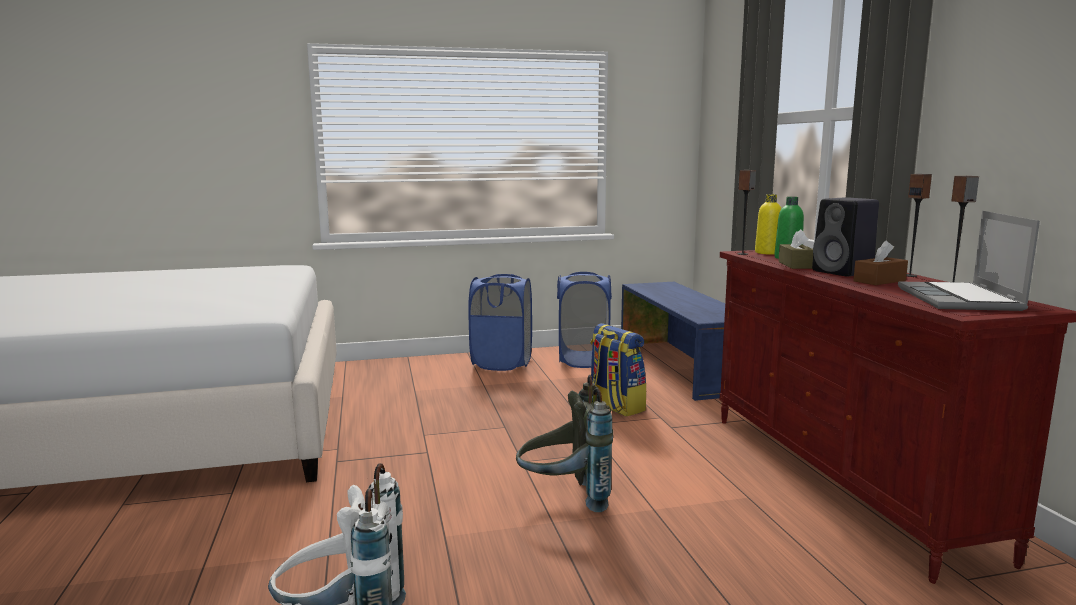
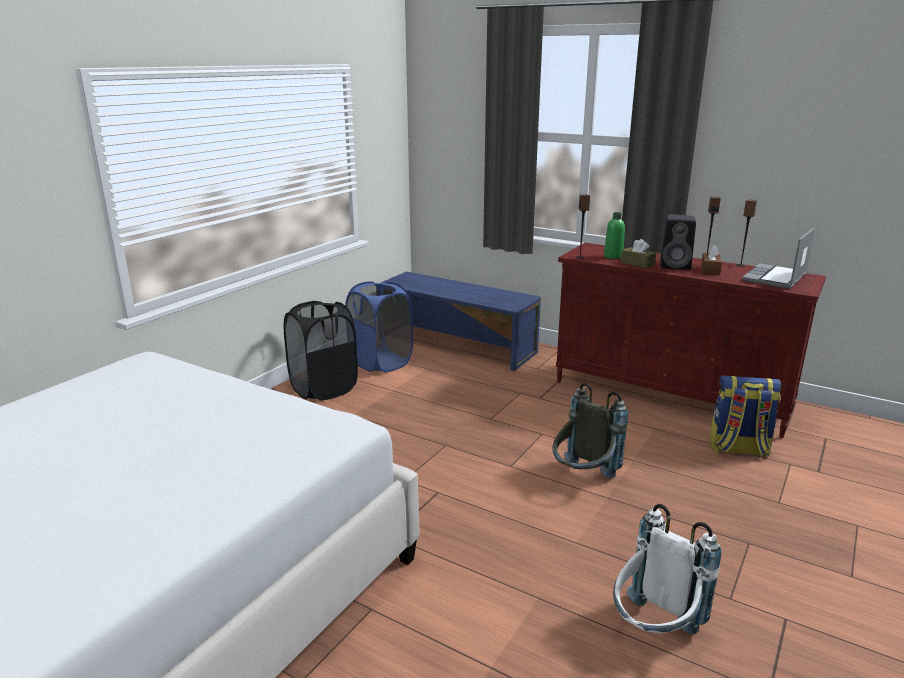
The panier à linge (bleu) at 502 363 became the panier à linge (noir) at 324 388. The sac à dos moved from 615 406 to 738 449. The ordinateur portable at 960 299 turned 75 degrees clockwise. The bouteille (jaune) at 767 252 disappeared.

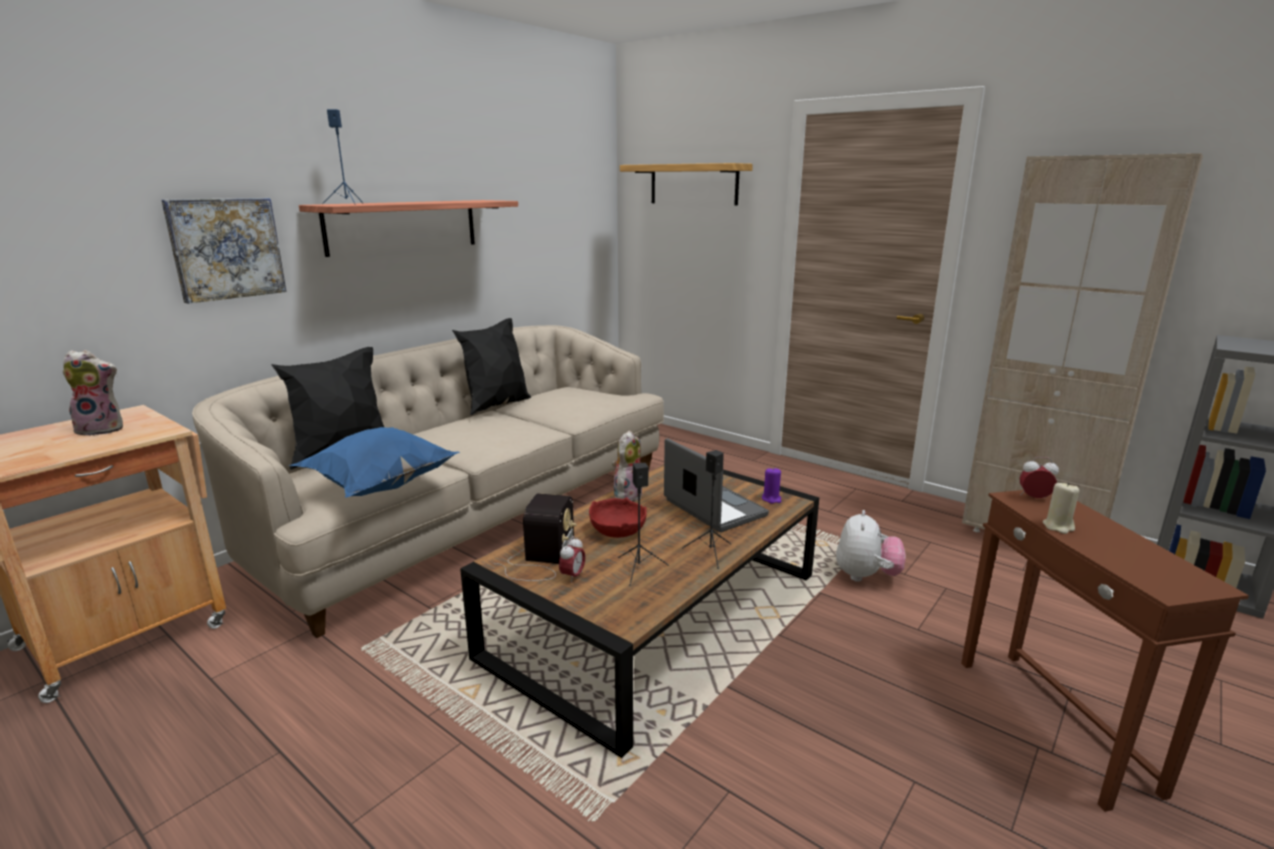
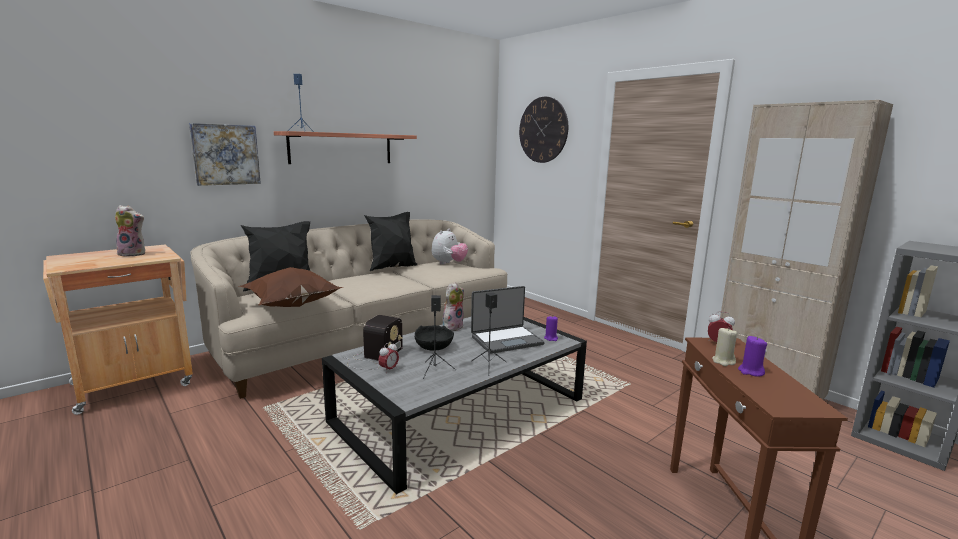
The coussin (bleu) at 379 487 became the coussin (marron) at 291 306. The table basse (marron) at 656 613 became the table basse (gris) at 461 409. The bol (rouge) at 618 531 became the bol (noir) at 433 347. The peluche moved from 866 576 to 449 263. The ordinateur portable at 713 508 turned 90 degrees clockwise. The étagère at 693 184 was replaced by the horloge murale at 543 130. The bougie (violet) at 750 372 appeared.

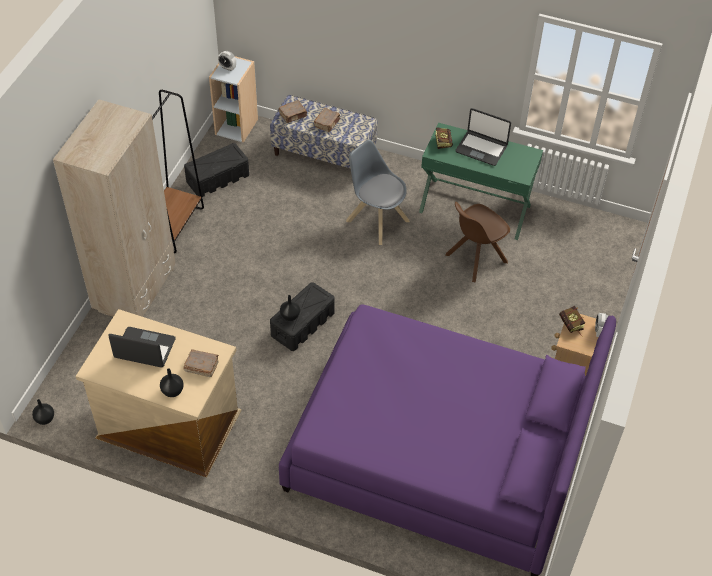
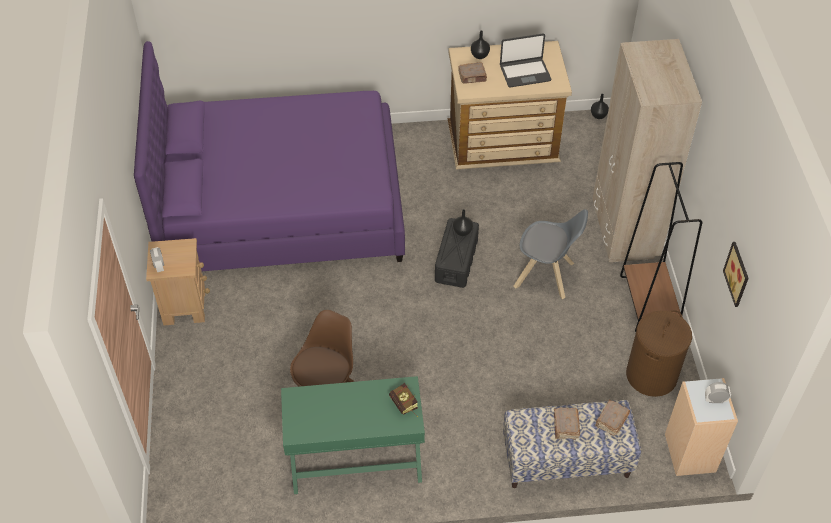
The chaise (gris) moved from 376 220 to 546 275. The boîte de rangement (noir) at 218 178 was replaced by the panier à linge (marron) at 651 375. The tableau at 738 274 appeared. The ordinateur portable at 481 148 disappeared. The livre at 572 327 disappeared.

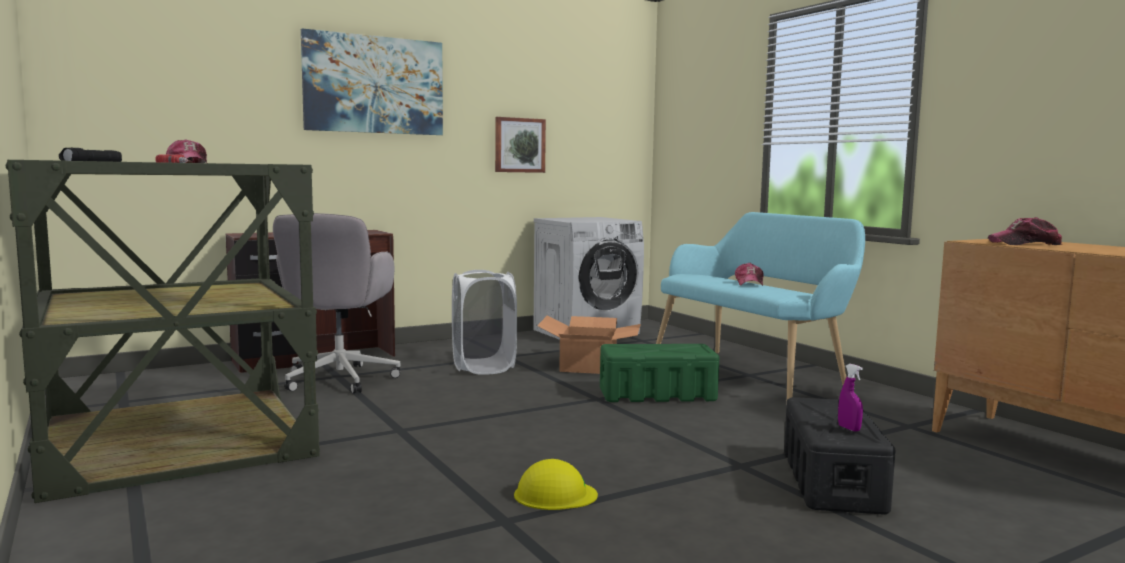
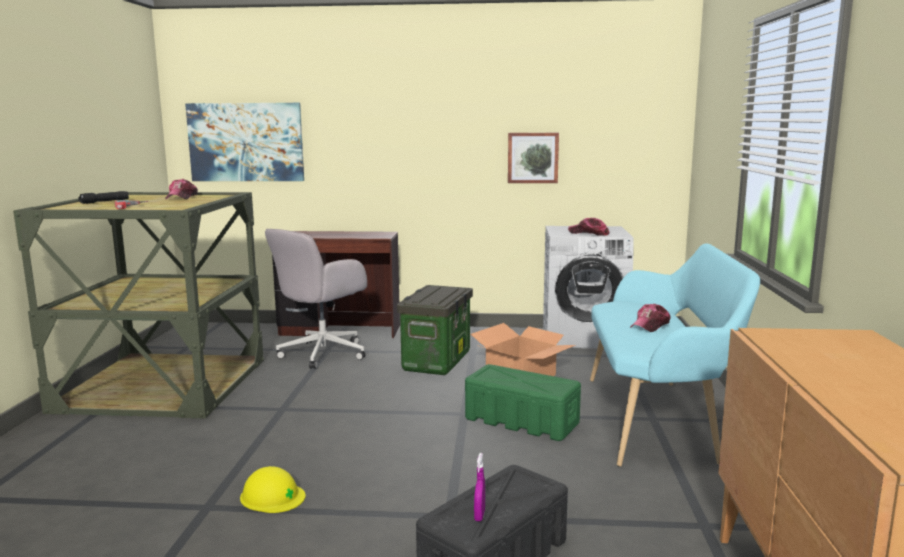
The tableau moved from 374 85 to 246 142. The panier à linge (blanc) at 483 367 was replaced by the boîte de rangement at 436 361. The casquette moved from 1025 244 to 589 233.

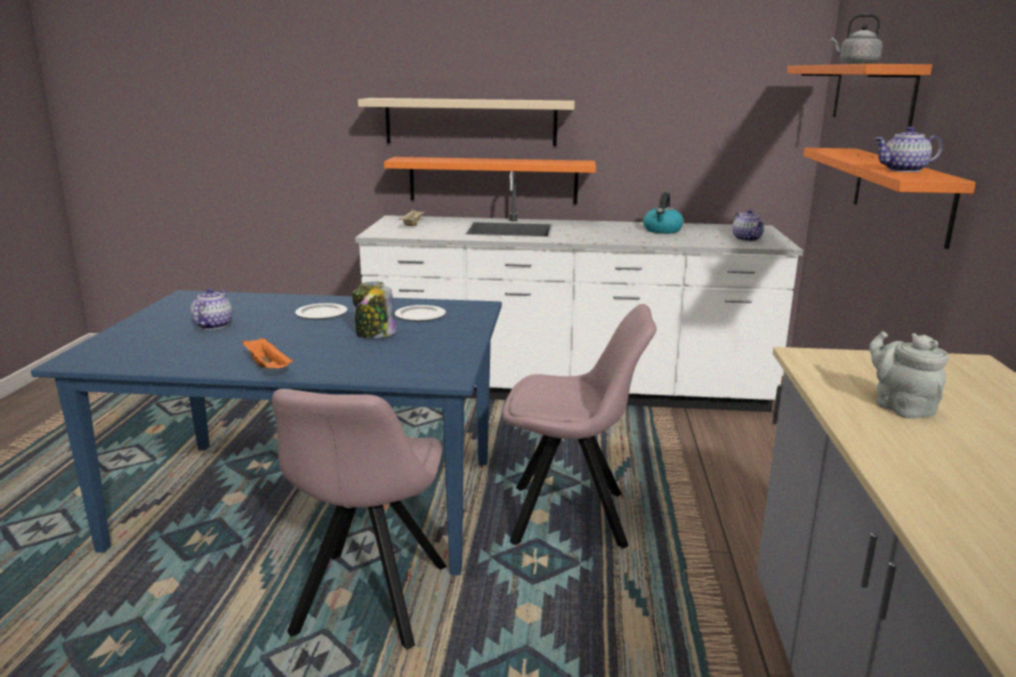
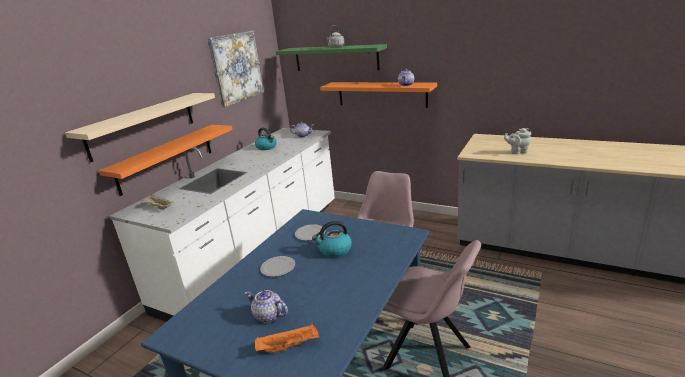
The tableau at 236 67 appeared. The plateau (orange) moved from 268 368 to 289 346. The étagère (orange) at 871 94 became the étagère (vert) at 335 58. The bocal at 375 335 was replaced by the bouilloire at 334 250.

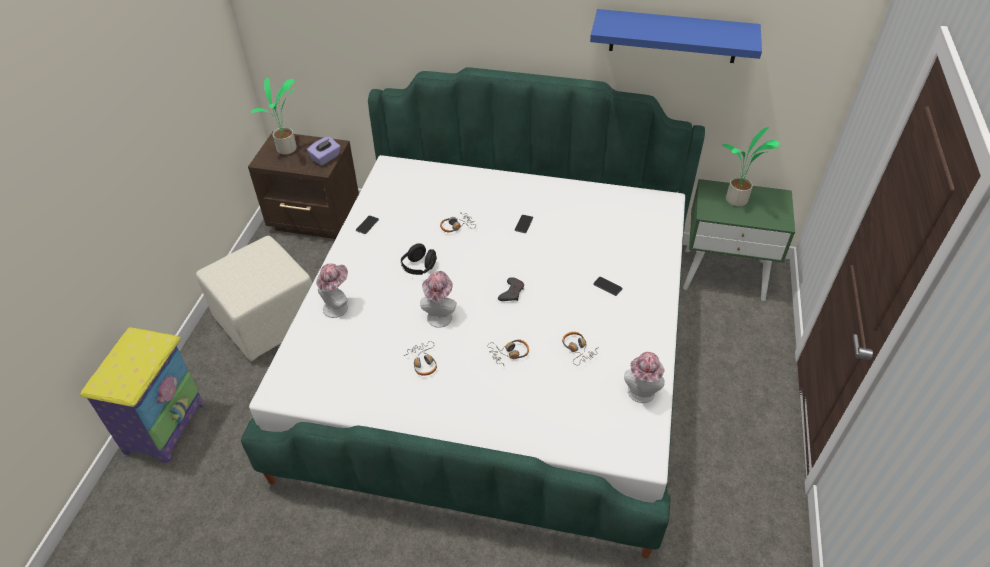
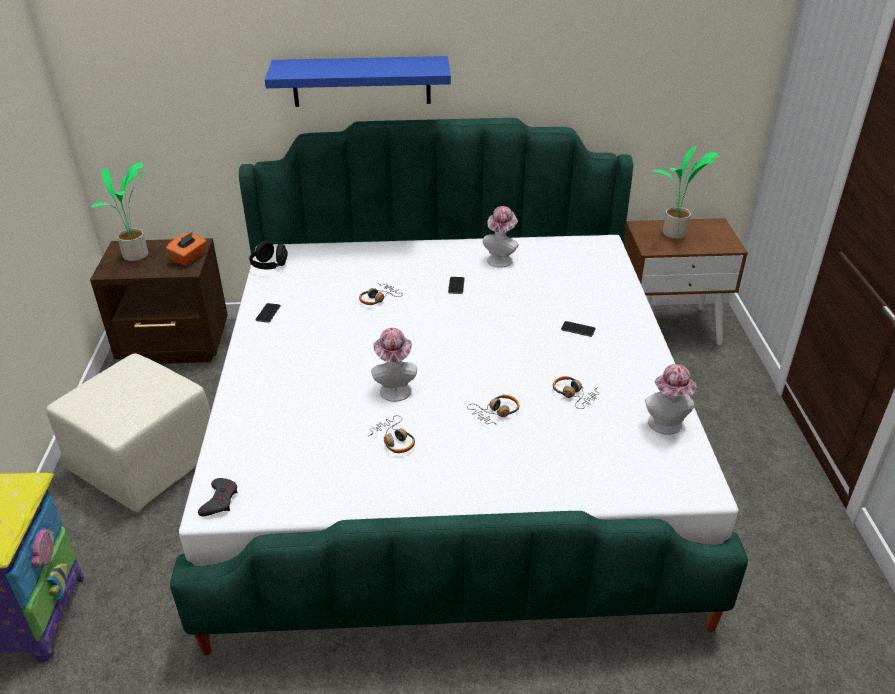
The boîte à mouchoirs (violet) at 326 158 became the boîte à mouchoirs (orange) at 189 258. The manette (gris) moved from 511 292 to 220 500. The casque audio (noir) moved from 419 267 to 270 266. The étagère (bleu) moved from 674 36 to 361 81. The chapeau moved from 338 306 to 501 259. The table de chevet (vert) at 724 274 became the table de chevet (marron) at 669 326.

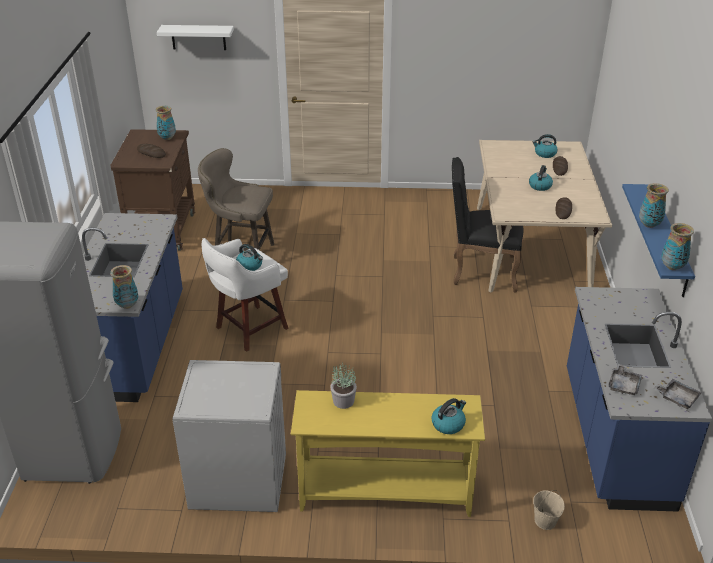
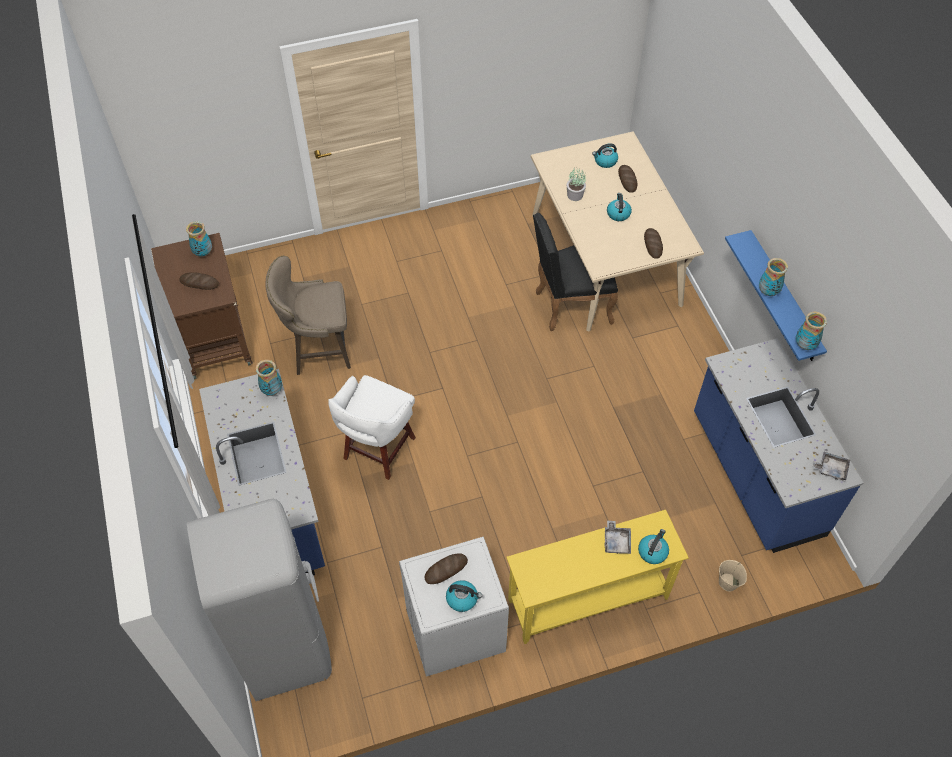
The vase moved from 127 305 to 272 390. The pain at 446 570 appeared. The bouilloire moved from 250 266 to 462 598. The plante en pot moved from 343 401 to 575 195. The plateau (gris) moved from 623 385 to 616 541. The étagère (blanc) at 198 37 disappeared.

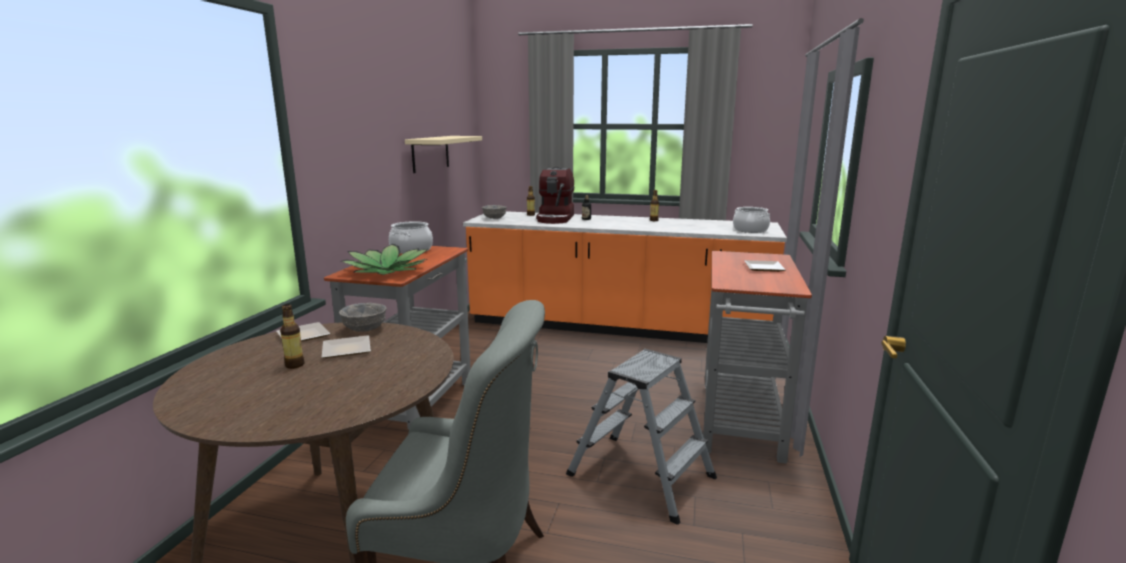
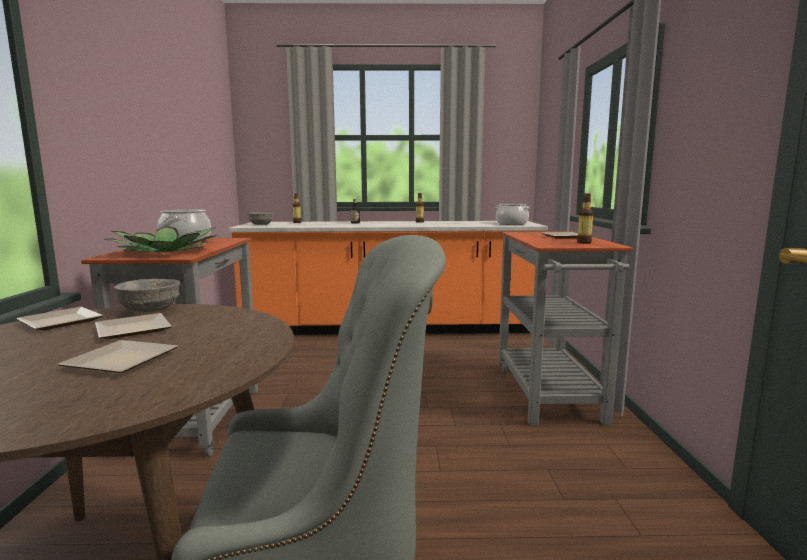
The assiette at 126 360 appeared. The bouteille moved from 295 365 to 584 243. The étagère (beige) at 430 153 disappeared. The machine à café at 556 218 disappeared. The escabeau (gris) at 641 476 disappeared.

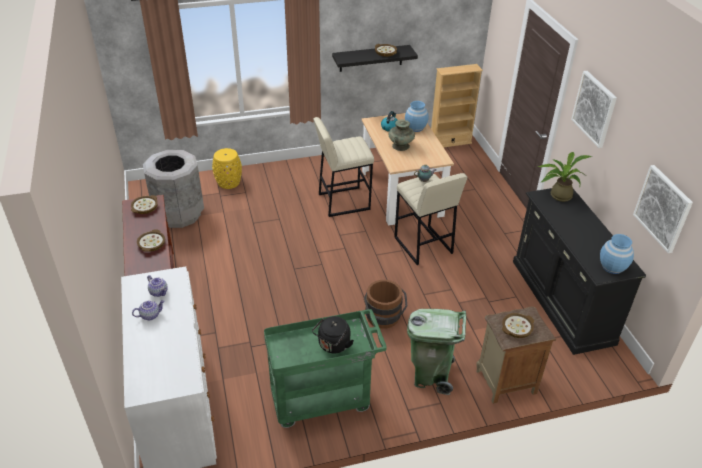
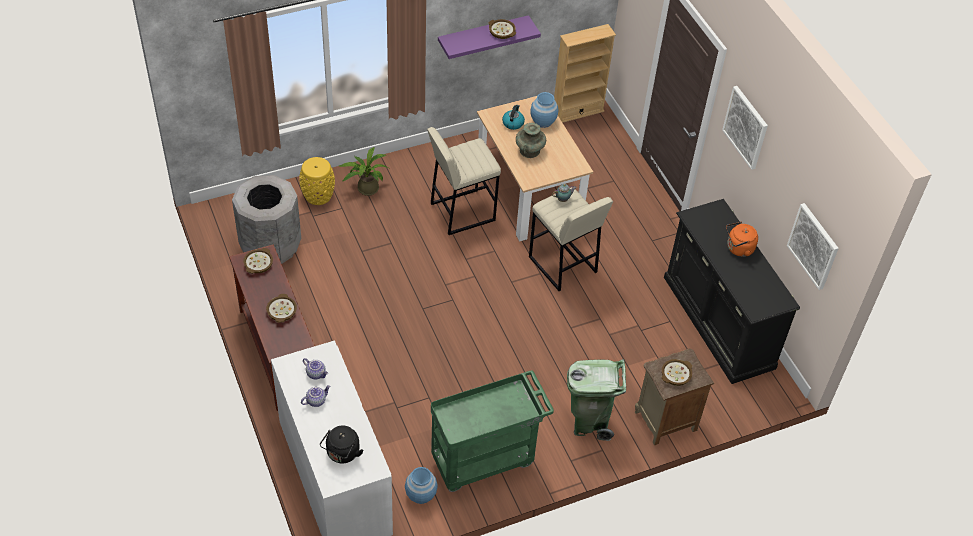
The bouilloire (noir) moved from 333 345 to 342 454. The plante en pot moved from 558 195 to 365 188. The vase (bleu) moved from 612 267 to 421 495. The étagère (noir) at 371 58 became the étagère (violet) at 483 35. The bouilloire (orange) at 738 249 appeared. The seau (marron) at 383 319 disappeared.

